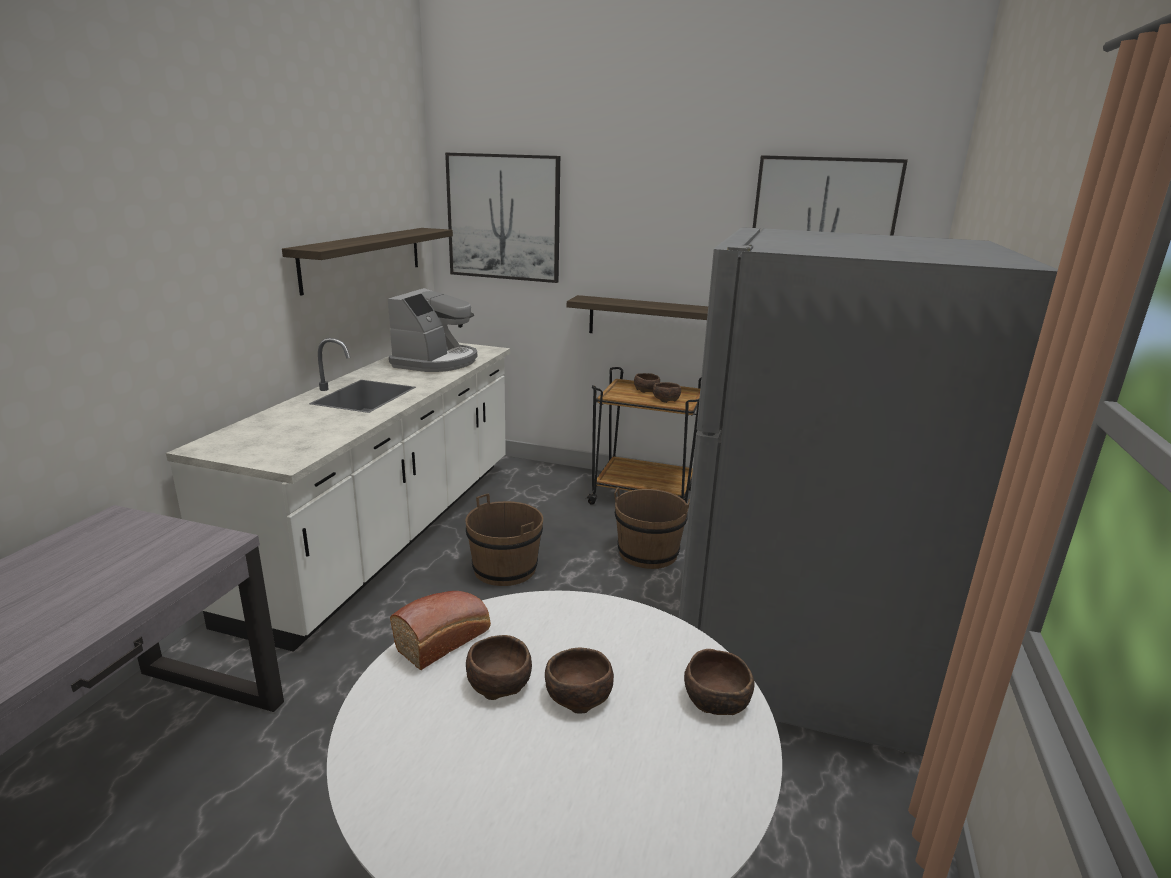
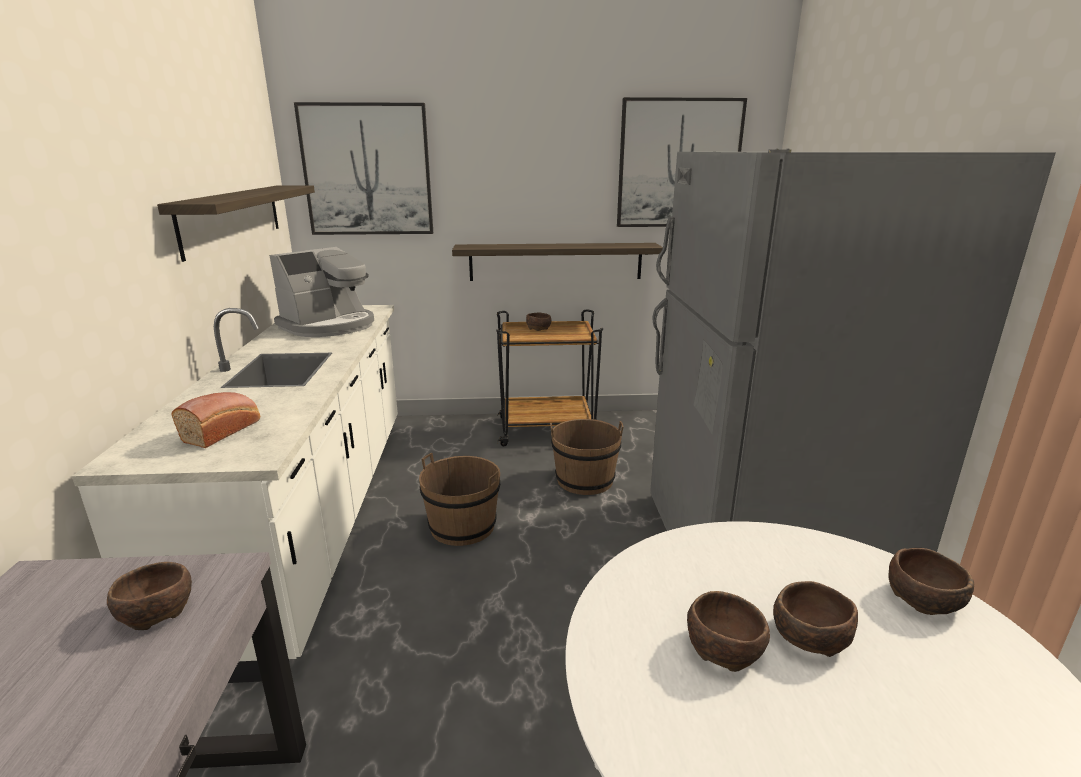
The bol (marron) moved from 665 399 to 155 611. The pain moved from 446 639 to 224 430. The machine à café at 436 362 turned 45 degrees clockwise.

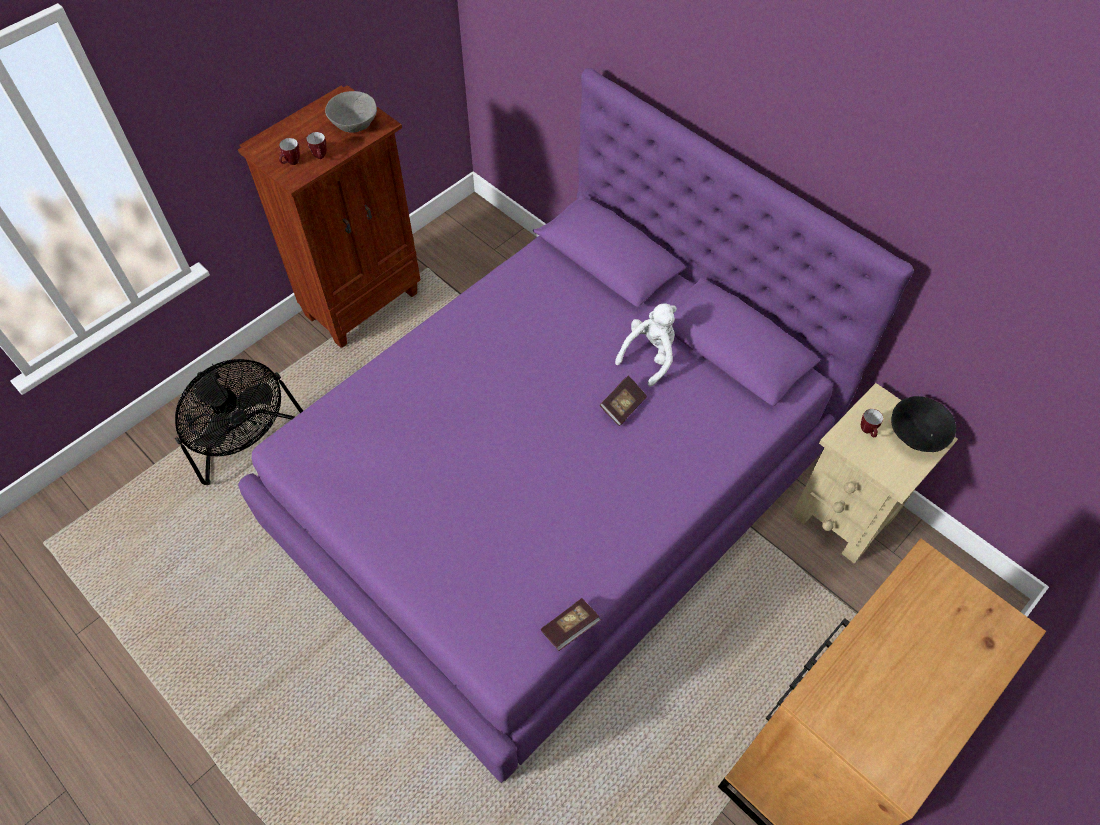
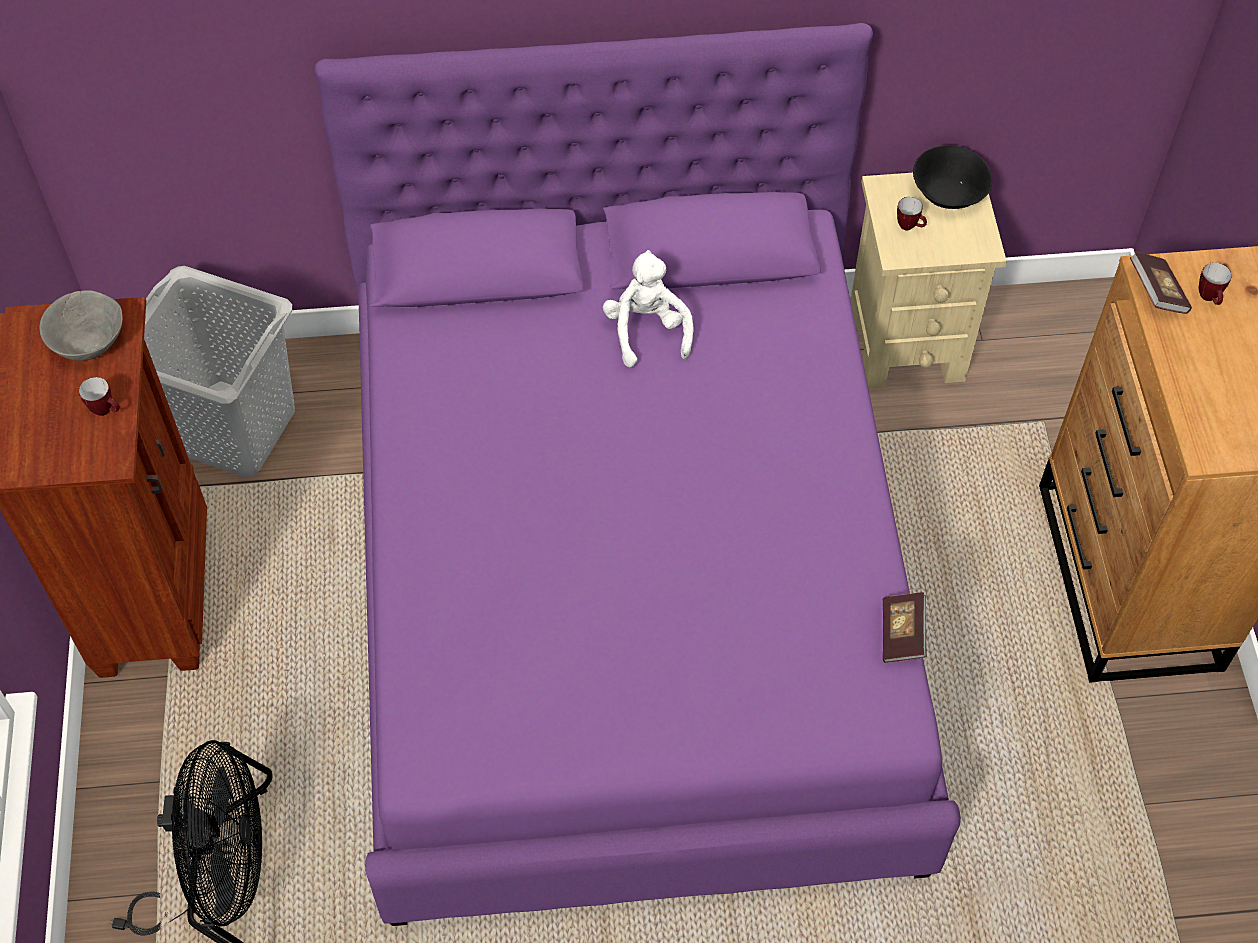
The panier à linge (gris) at 233 427 appeared. The livre moved from 622 406 to 1156 292. The mug moved from 292 163 to 1209 299.

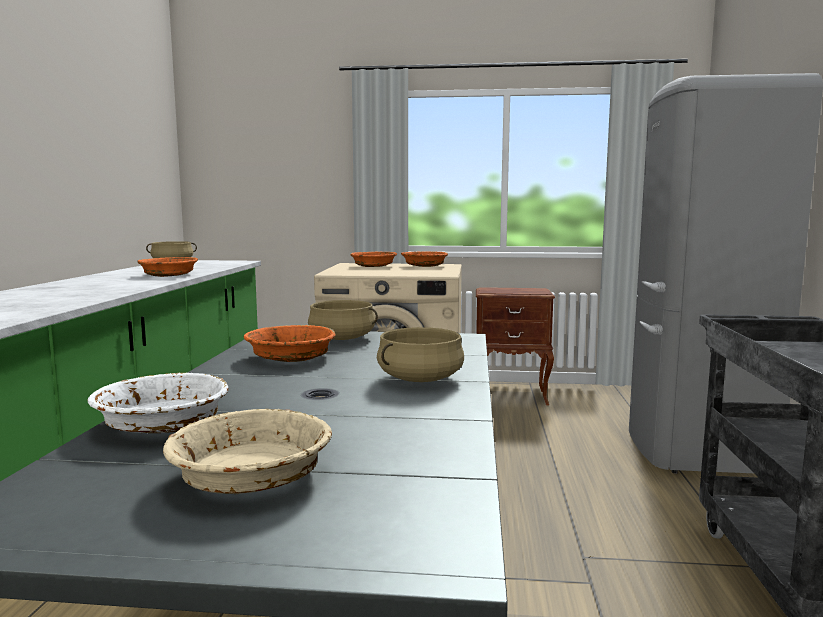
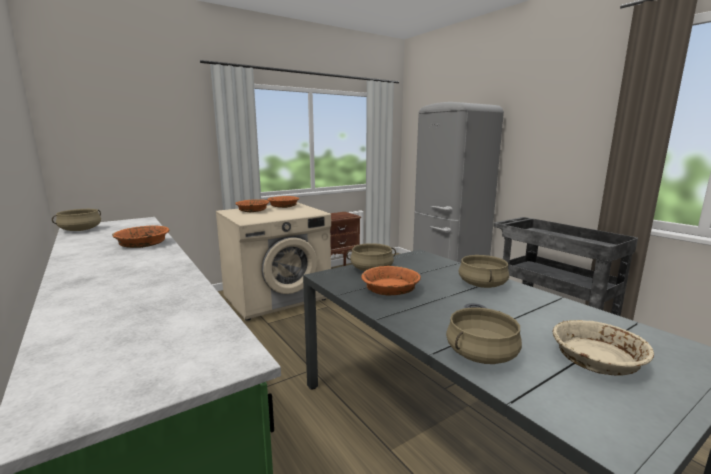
The bol (blanc) at 164 423 was replaced by the marmite (beige) at 481 354.

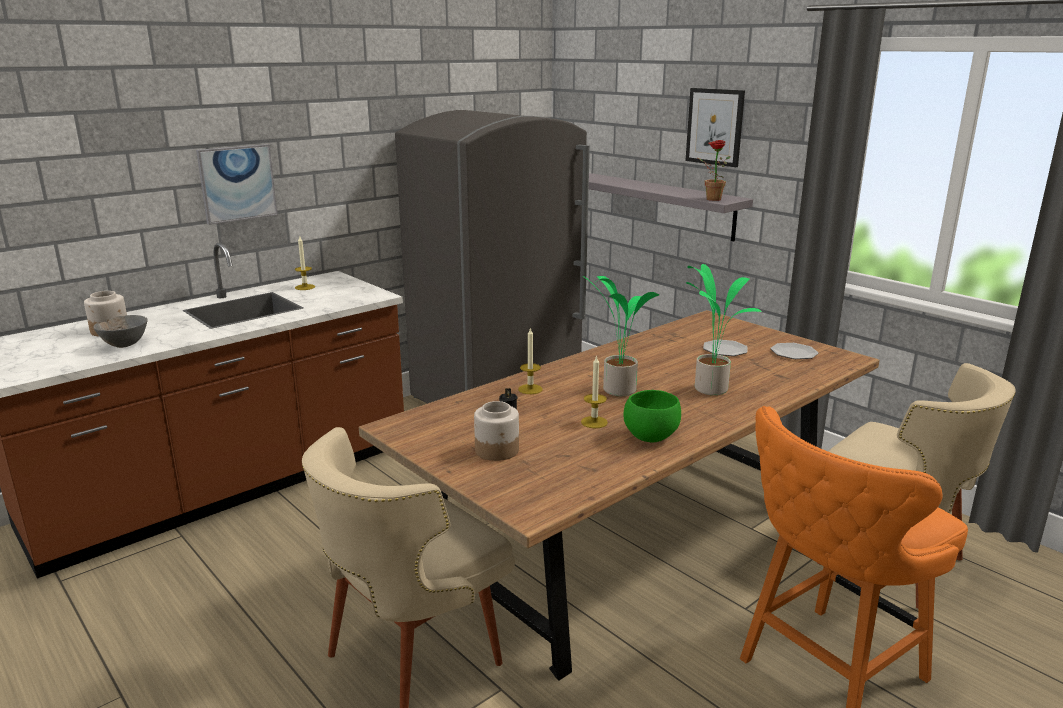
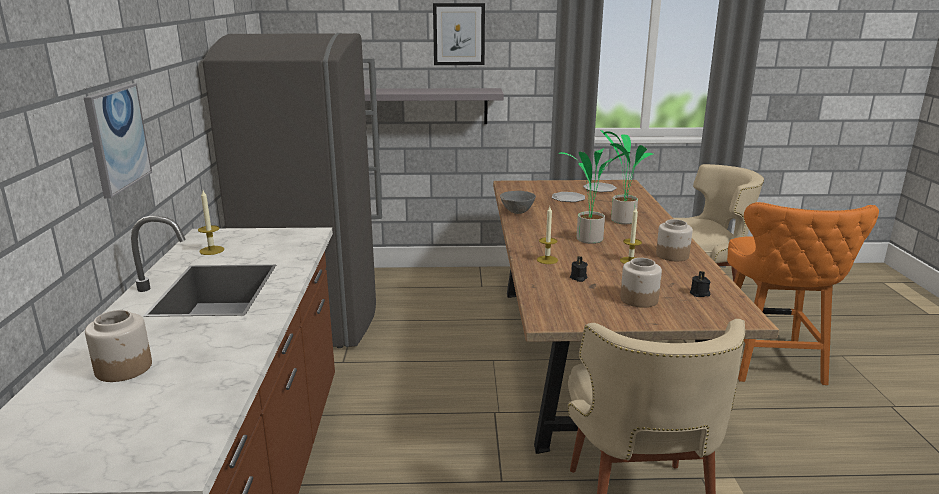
The bol (gris) moved from 125 345 to 517 212. The bol (vert) at 649 436 was replaced by the bocal at 672 255. The bougie (noir) at 700 294 appeared. The plante en pot at 710 199 disappeared.

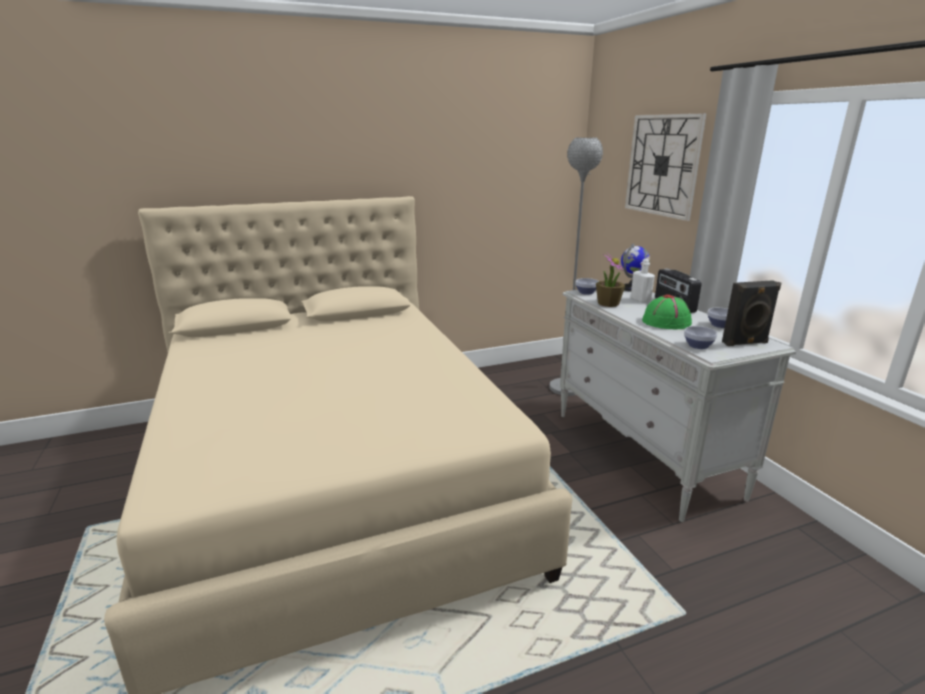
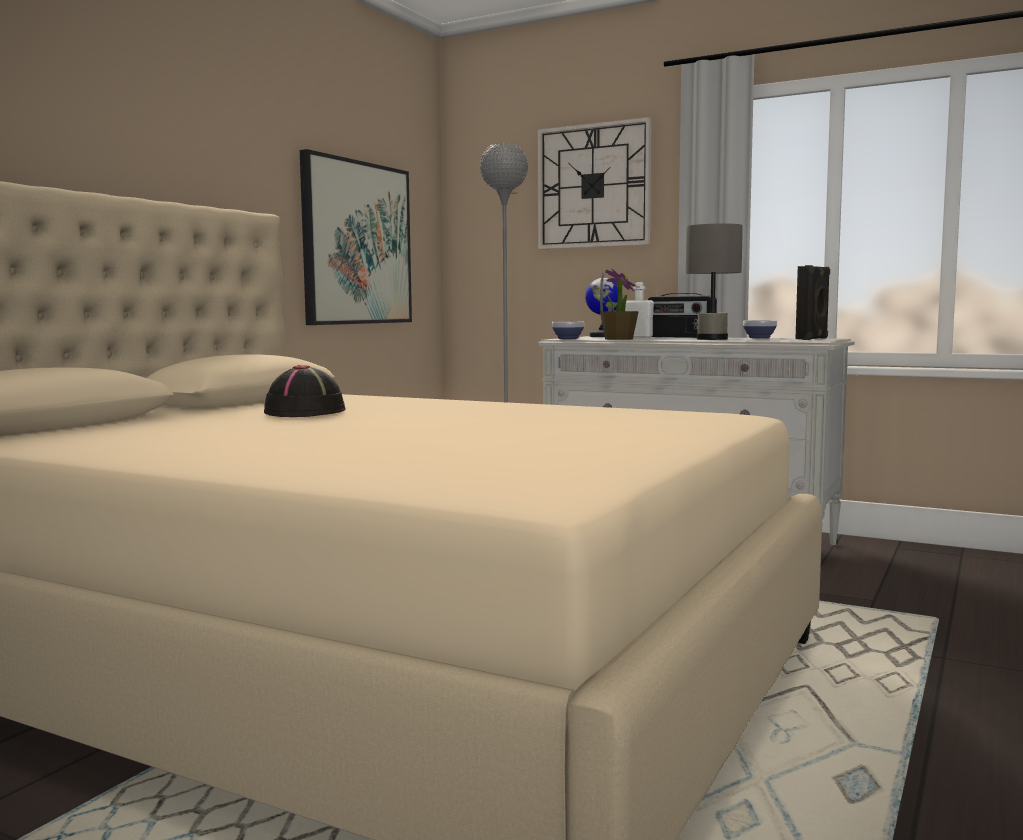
The chapeau (noir) at 305 412 appeared. The tableau at 356 243 appeared. The chapeau (vert) at 666 322 was replaced by the lampe de table (gris) at 712 339. The bol at 699 346 disappeared.

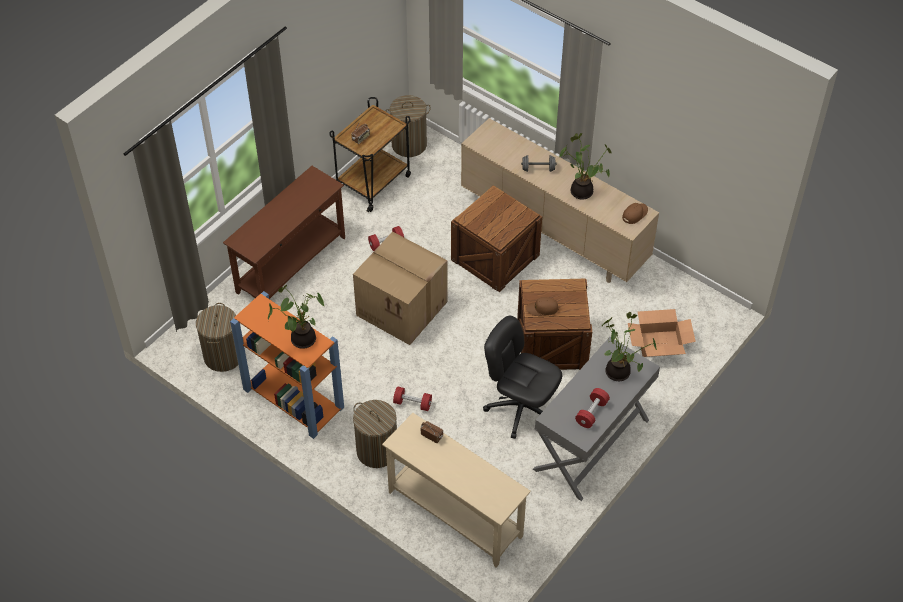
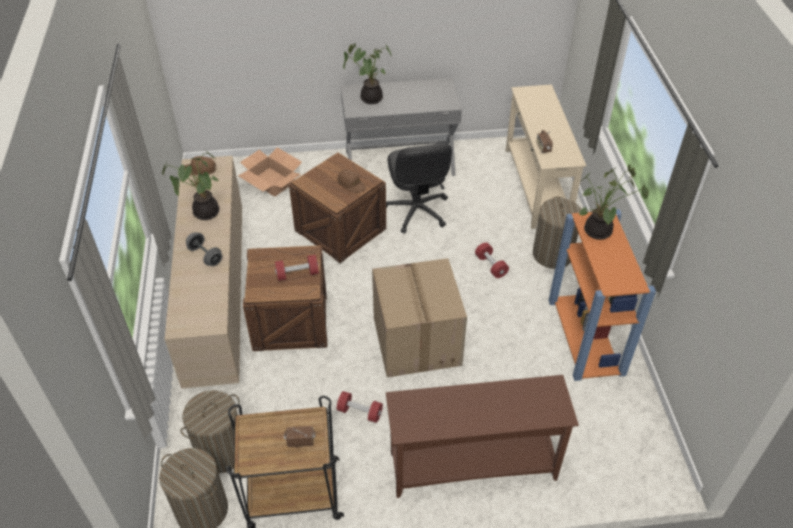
The panier à linge moved from 223 356 to 221 452. The haltère (rouge) moved from 591 413 to 297 274.

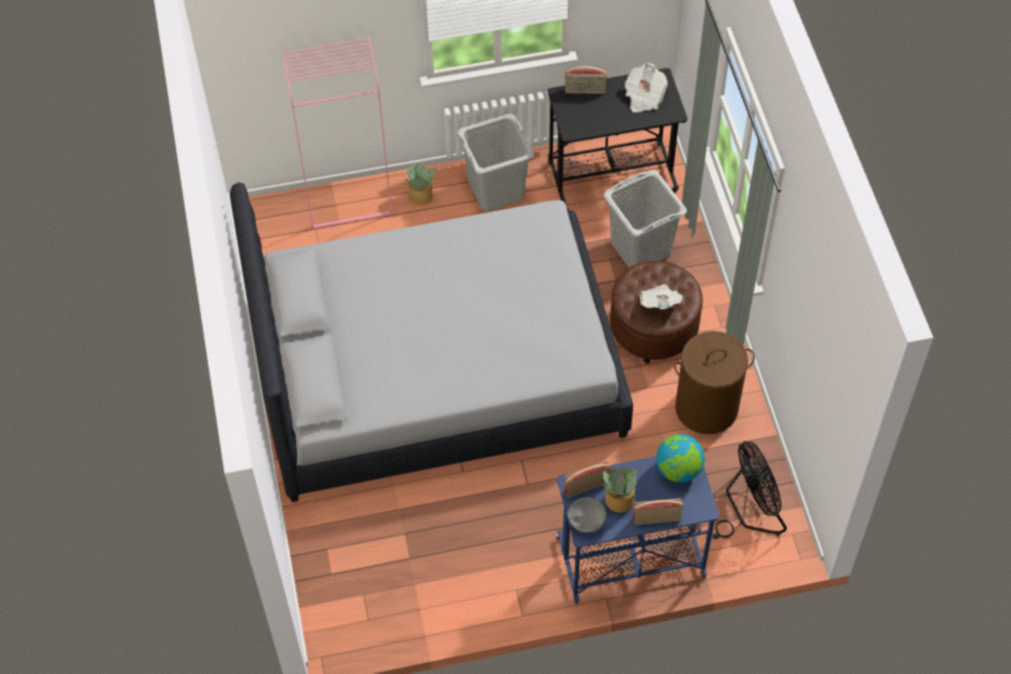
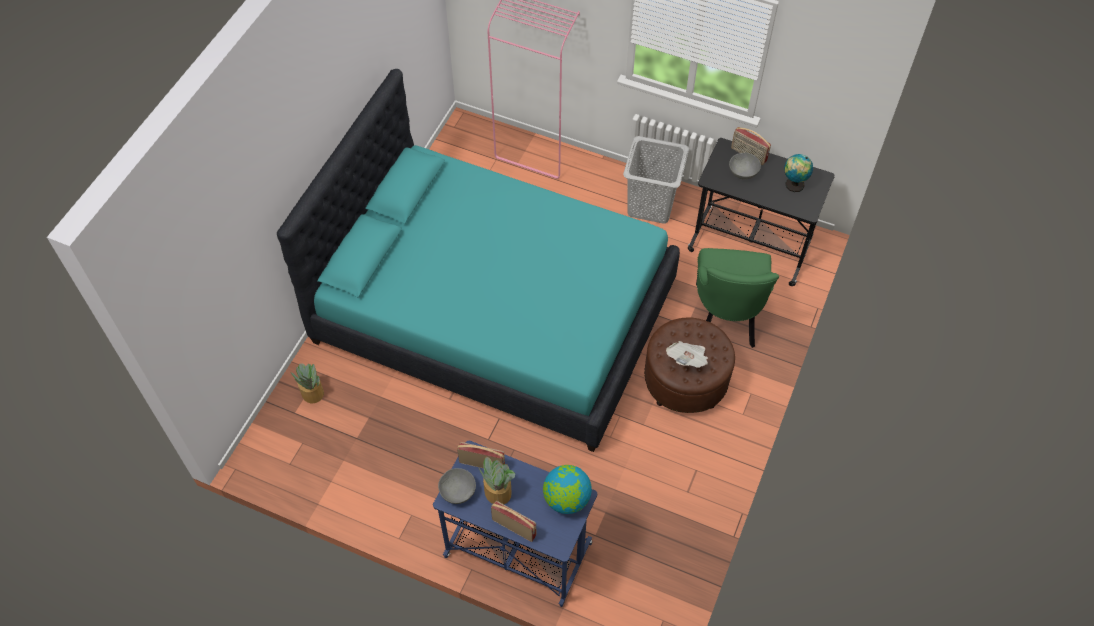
The lit (gris) at 436 370 became the lit (turquoise) at 494 311. The plante en pot moved from 421 196 to 312 393. The panier à linge (gris) at 640 249 was replaced by the chaise (vert) at 726 313. The bol (gris) at 743 172 appeared. The journal at 644 97 was replaced by the globe at 793 185. The panier à linge (marron) at 706 408 disappeared. The ventilateur (noir) at 747 508 disappeared.

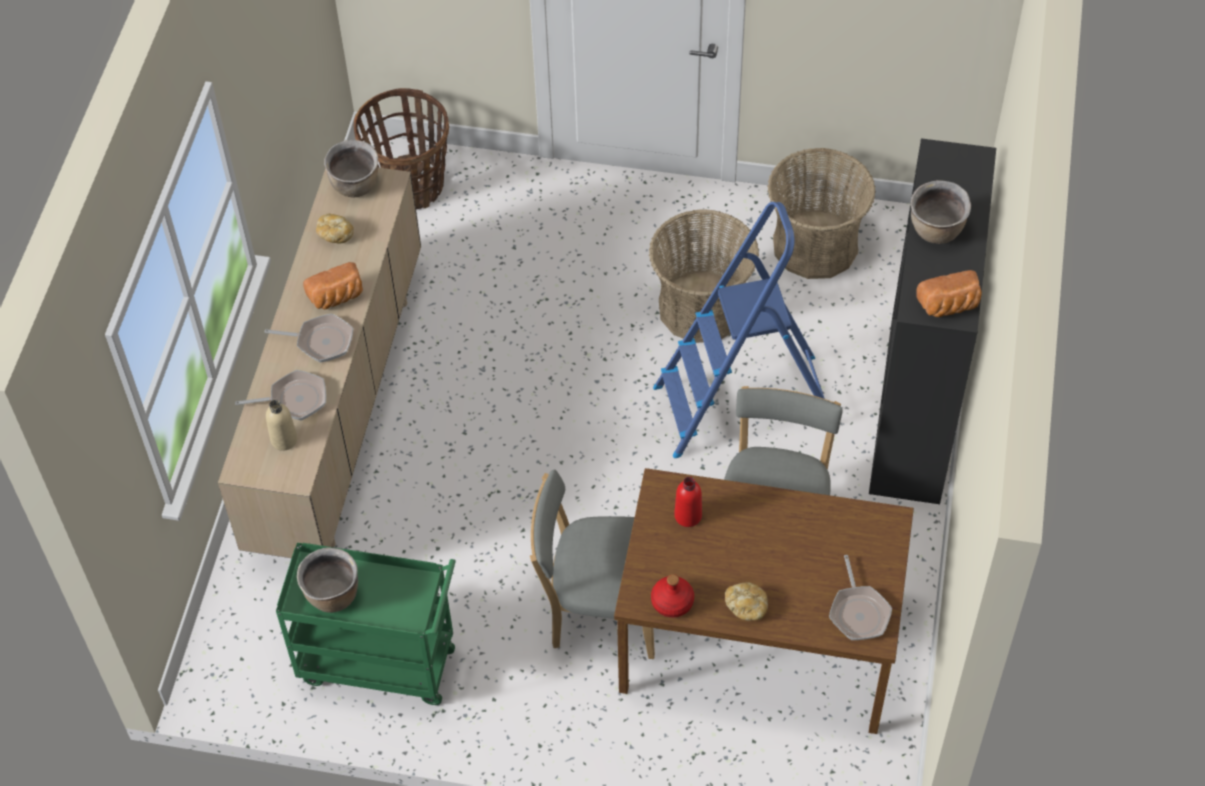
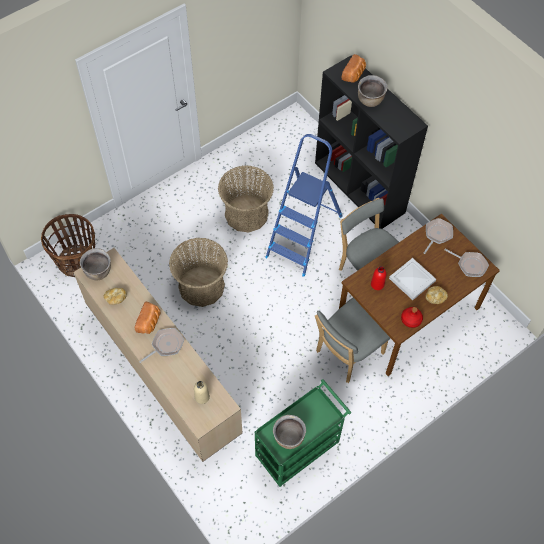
The panier moved from 815 245 to 201 286. The pain moved from 949 306 to 354 75. The plateau (blanc) at 412 280 appeared. The poêle moved from 294 399 to 437 235.

